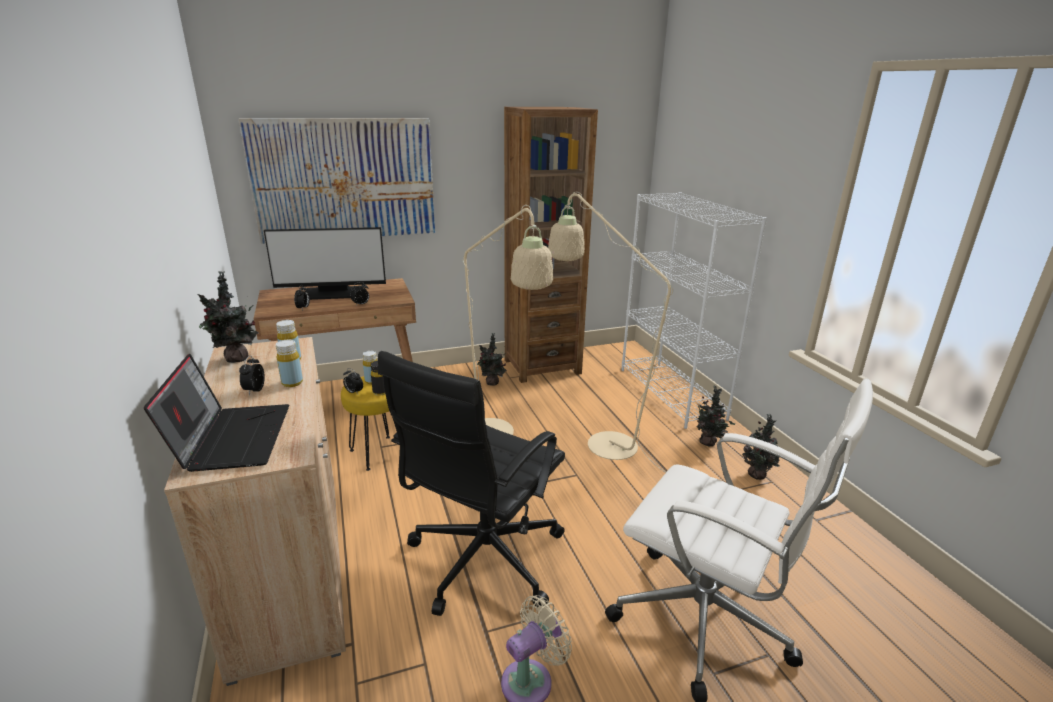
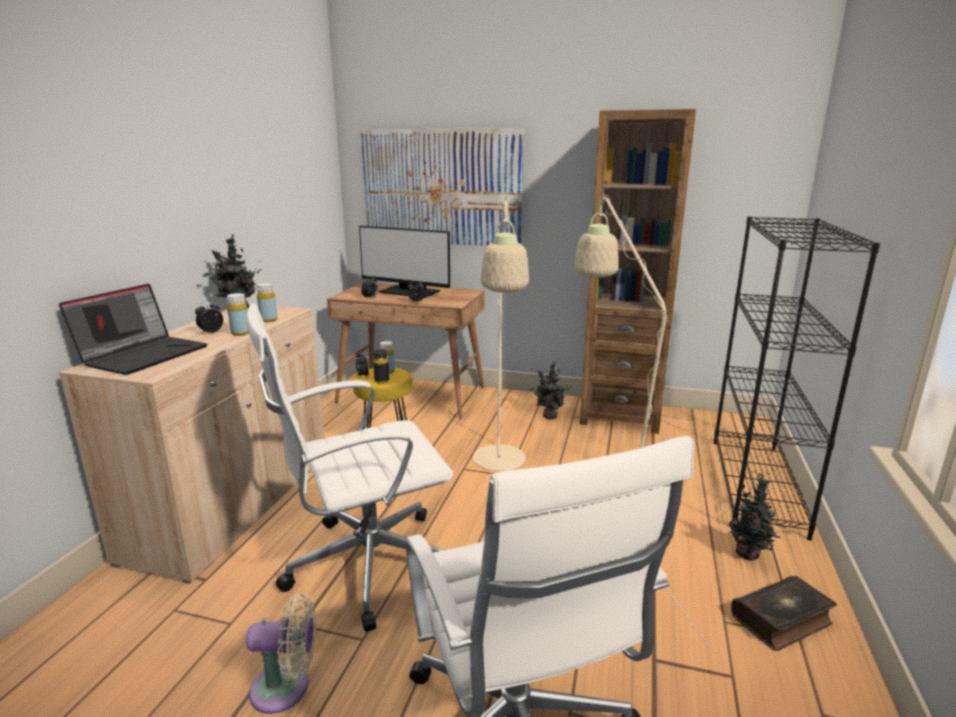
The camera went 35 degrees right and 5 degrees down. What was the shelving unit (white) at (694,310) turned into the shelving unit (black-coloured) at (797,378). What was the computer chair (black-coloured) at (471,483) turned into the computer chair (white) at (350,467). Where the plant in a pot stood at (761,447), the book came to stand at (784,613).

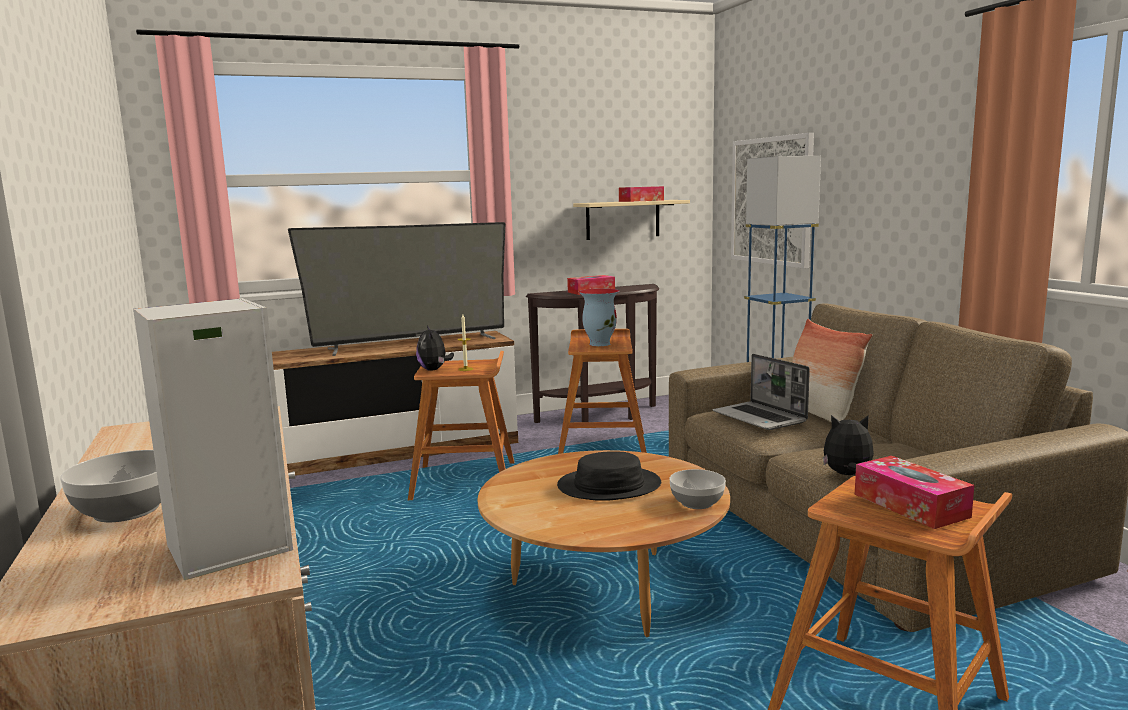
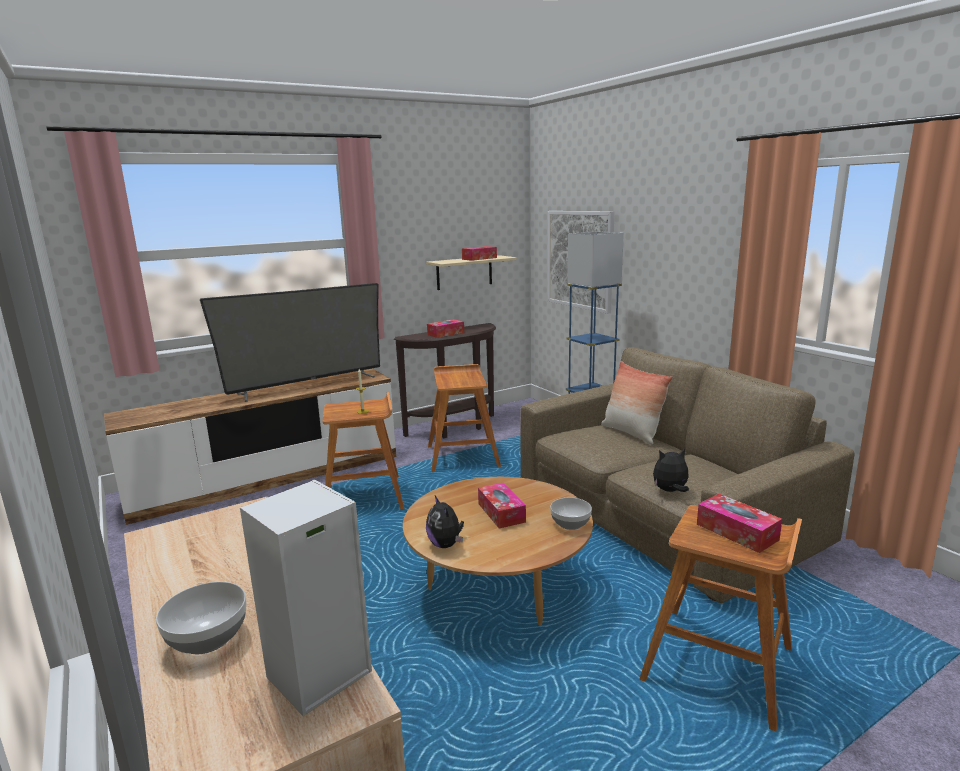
The camera went 10 degrees left and 5 degrees up. The second view lost the vase at (599,317). The soft toy ended up elsewhere, having gone from (435,348) to (445,522). The second view lost the portable computer at (761,392). Where the hat (black-coloured) stood at (609,476), the tissue holder came to stand at (502,506).

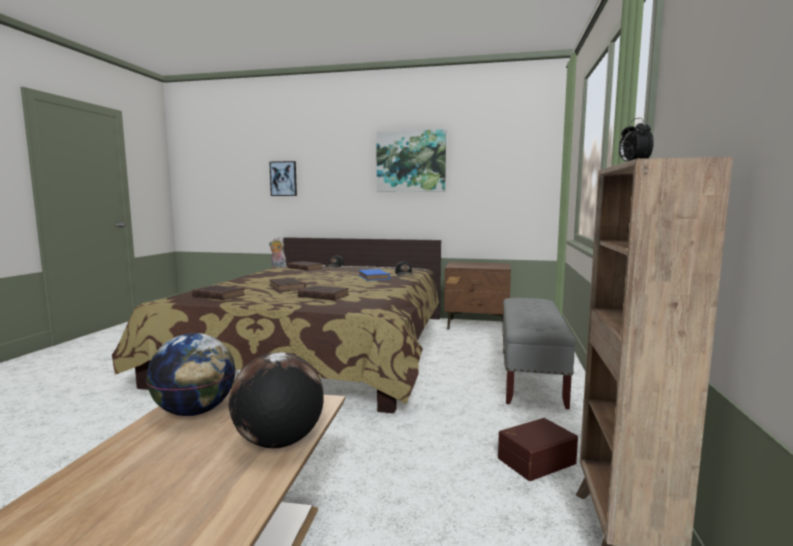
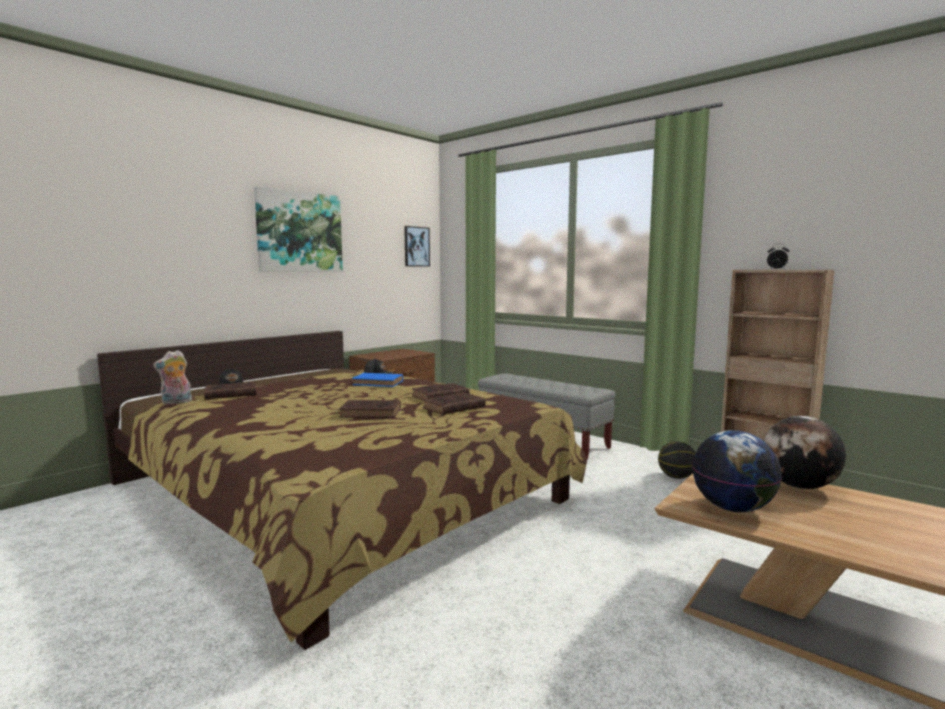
The camera went 60 degrees left and 0 degrees up. The wall art ended up elsewhere, having gone from (283,178) to (417,246). The book (brownish) ended up elsewhere, having gone from (218,292) to (441,391). Where the storage box (brownish) stood at (538,449), the ball for basketball came to stand at (677,460).

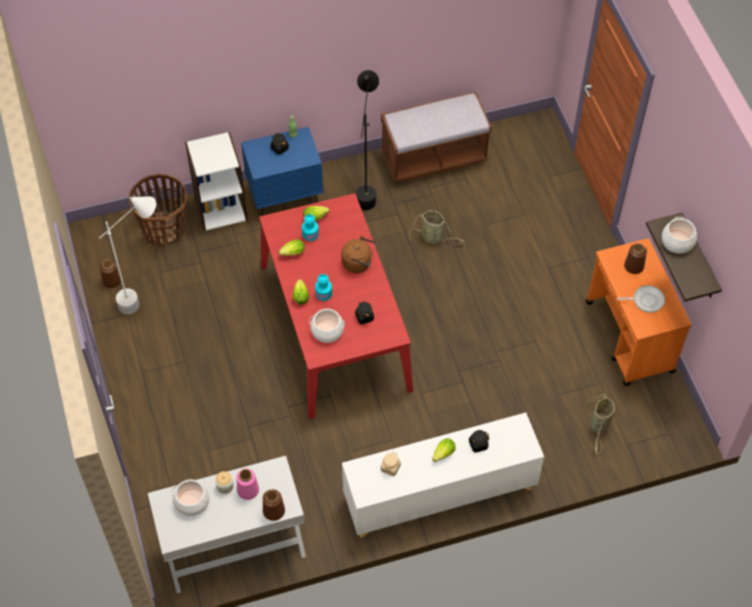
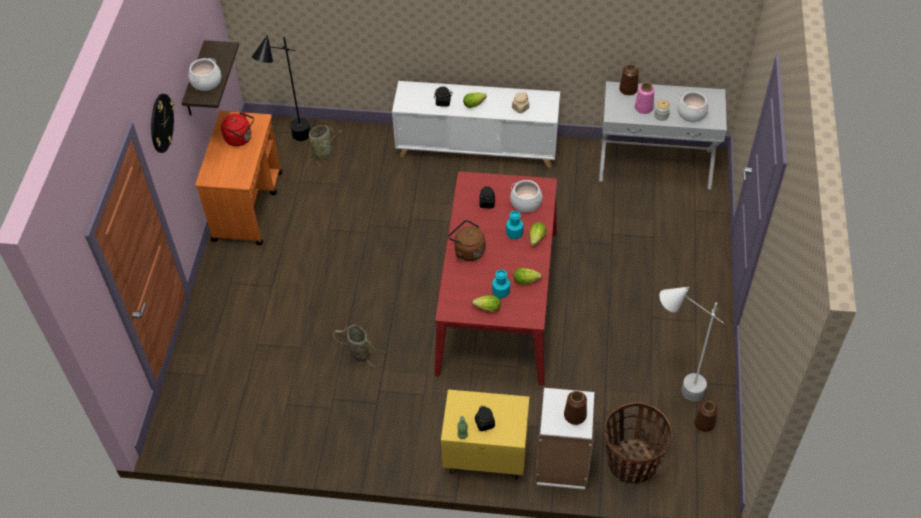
The camera went 155 degrees left and 5 degrees down. The floor lamp (black-coloured) ended up elsewhere, having gone from (367,140) to (281,88). The second view lost the bench (brownish) at (436,137). What was the bedside table (blue-coloured) at (282,171) turned into the bedside table (yellow-coloured) at (485,434). The vase (brownish) ended up elsewhere, having gone from (635,258) to (575,408). Where the skillet stood at (641,299), the water kettle (red-coloured) came to stand at (237,129). The second view gained the clock on the wall at (162,123).

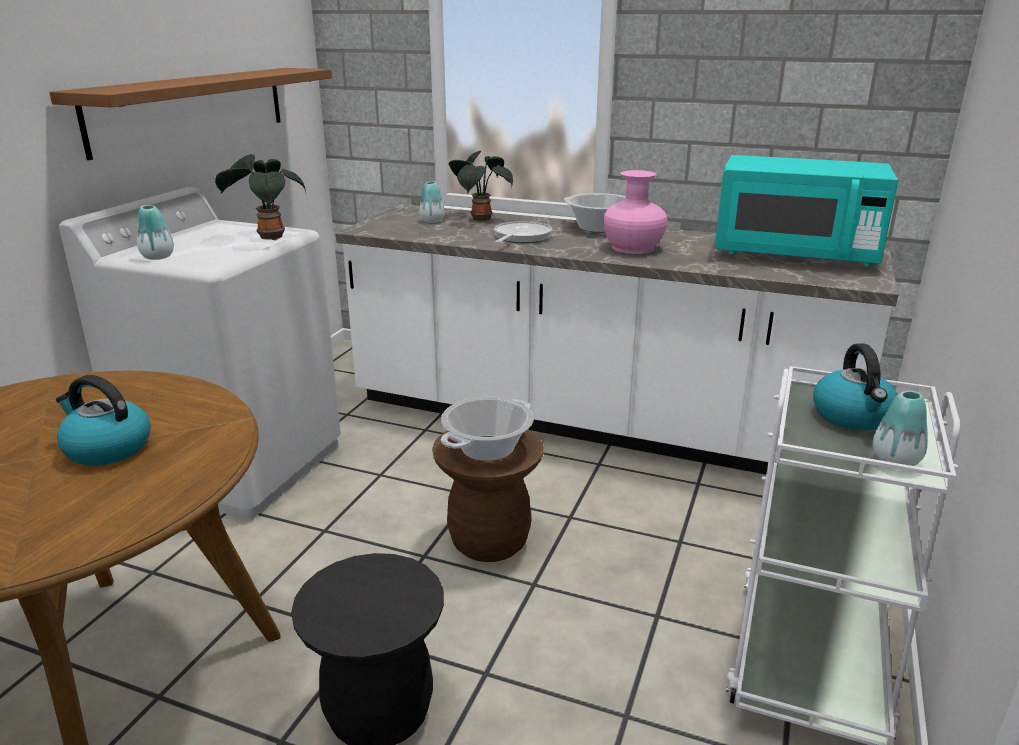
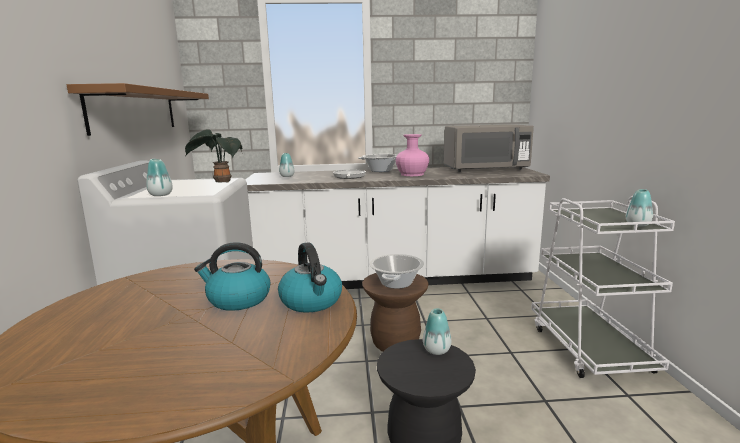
The camera went 25 degrees left and 10 degrees down. The second view lost the plant in a pot at (480,186). What was the microwave oven (blue-green) at (806,211) turned into the microwave oven (grey) at (489,148). The water kettle ended up elsewhere, having gone from (855,387) to (310,277). The second view gained the vase at (437,331).

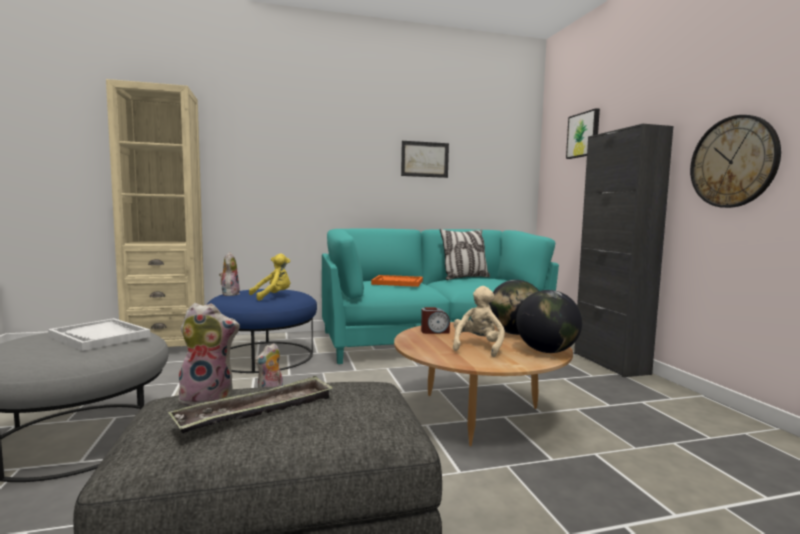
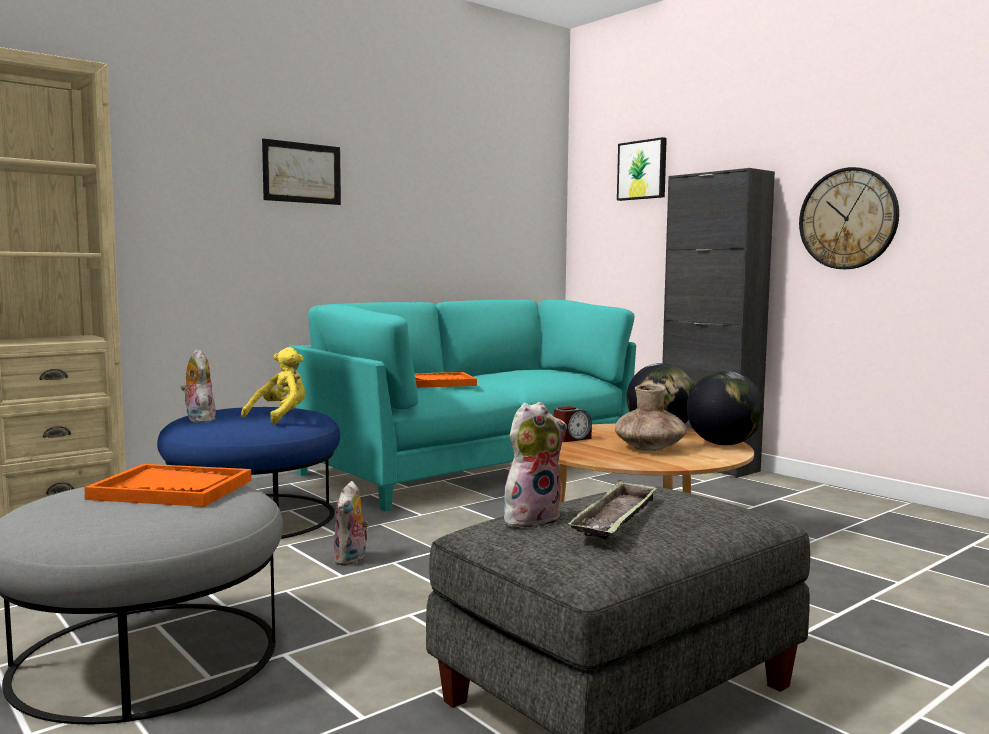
The camera went 25 degrees left and 0 degrees up. The wall art ended up elsewhere, having gone from (425,159) to (301,172). The second view lost the cushion at (465,254). Where the soft toy (beige) stood at (479,321), the vase (brownish) came to stand at (651,417). What was the serving tray (white) at (99,334) turned into the serving tray (orangey) at (168,485).

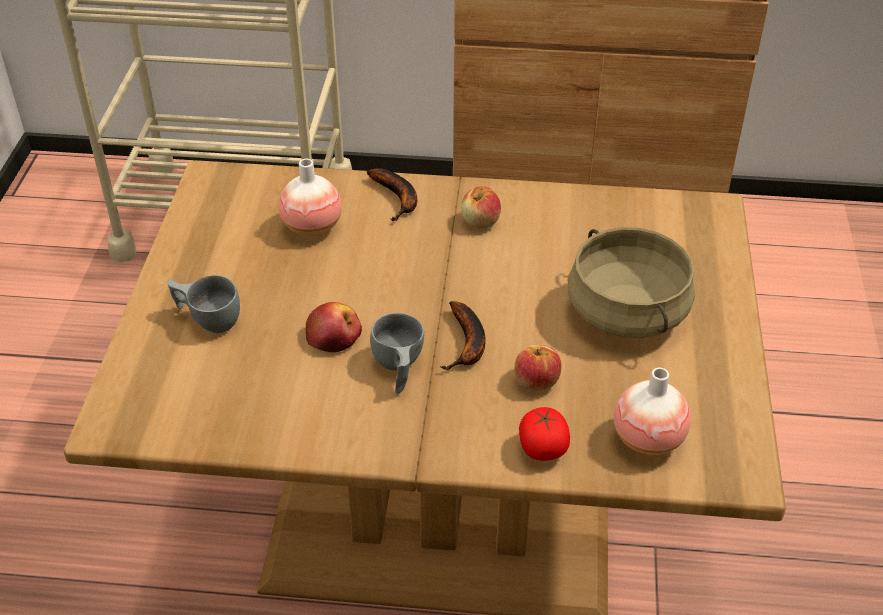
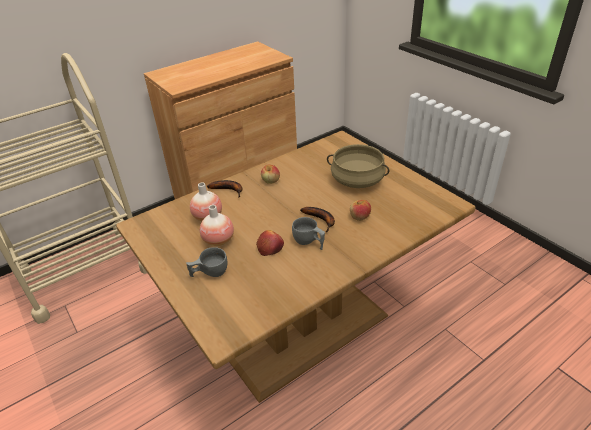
The camera went 40 degrees left and 5 degrees down. The vase ended up elsewhere, having gone from (652,411) to (217,225). The second view lost the whole tomato at (544,433).

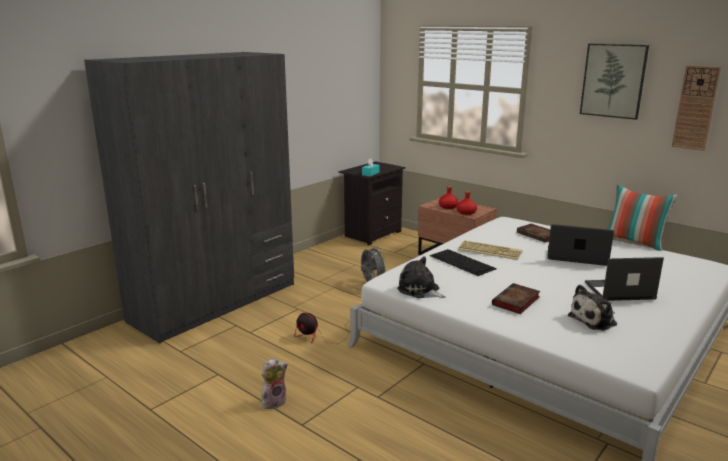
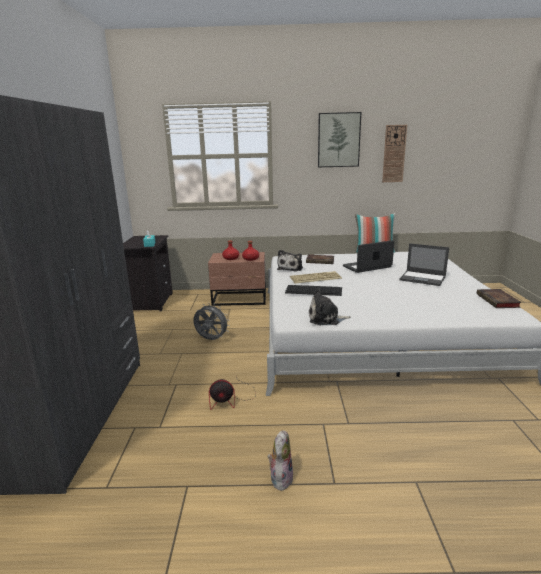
The camera went 40 degrees left and 0 degrees up. The portable computer at (624,279) ended up facing another way, 105 degrees counterclockwise from before. The book ended up elsewhere, having gone from (516,298) to (499,298). The soft toy ended up elsewhere, having gone from (592,307) to (290,261).

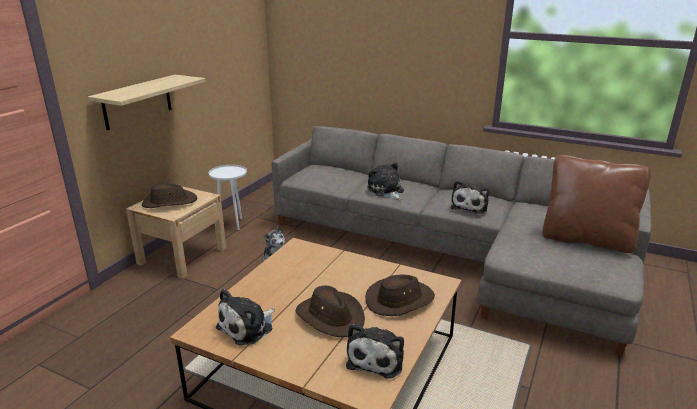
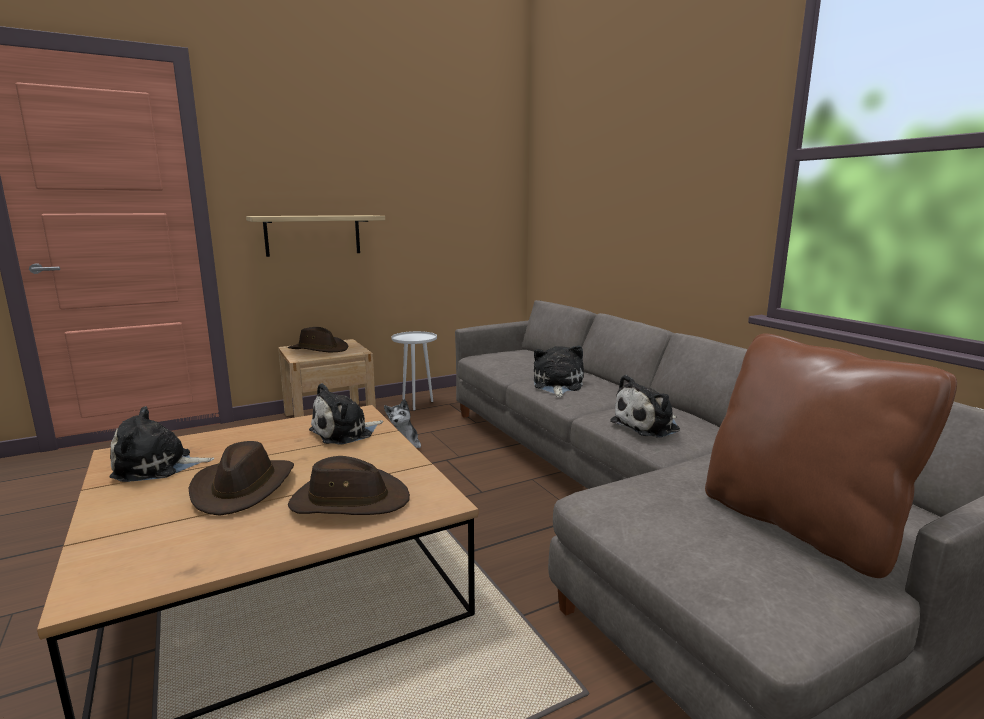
The camera went 35 degrees right and 10 degrees down. The soft toy ended up elsewhere, having gone from (375,351) to (346,414).

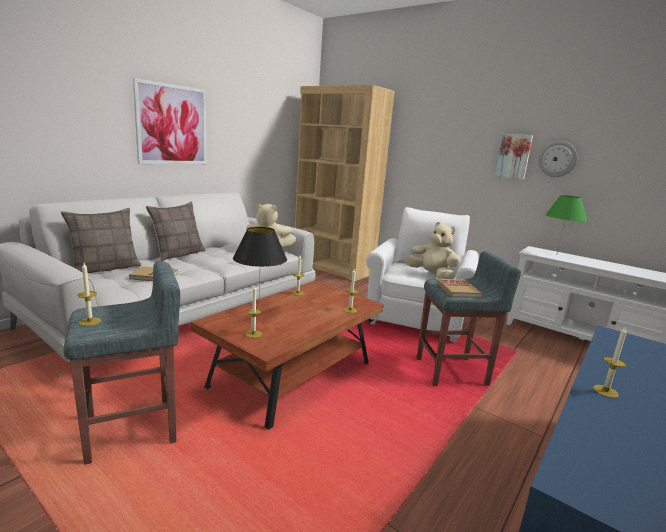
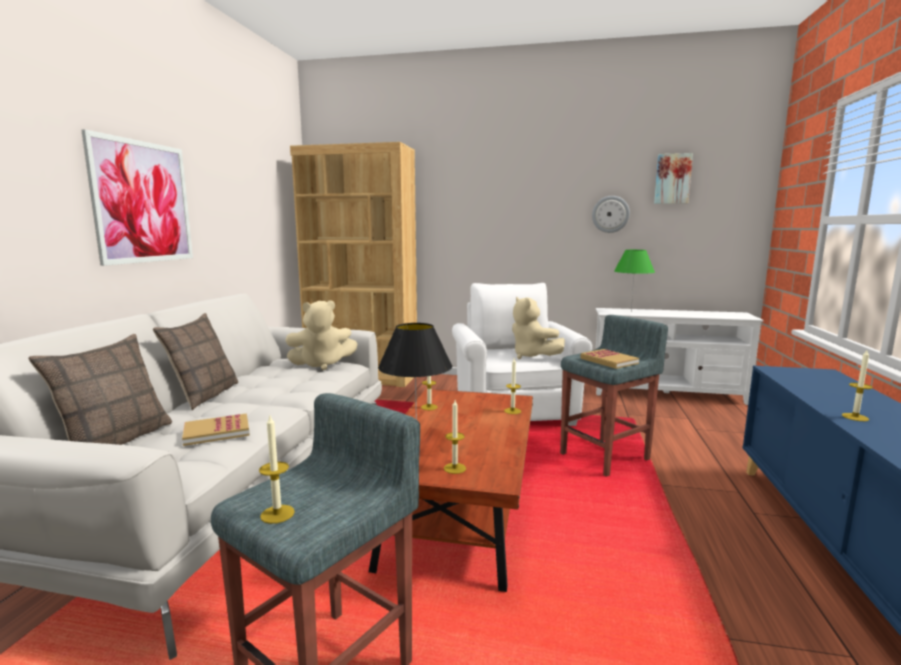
The camera went 25 degrees left and 5 degrees down. The wall art ended up elsewhere, having gone from (514,156) to (673,178). The soft toy (beige) at (432,250) ended up facing another way, 135 degrees counterclockwise from before.

